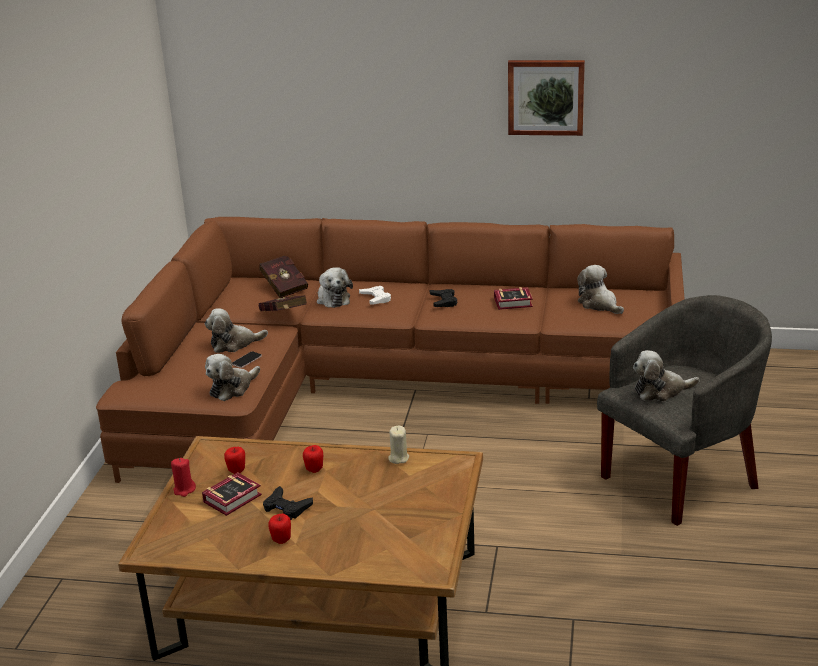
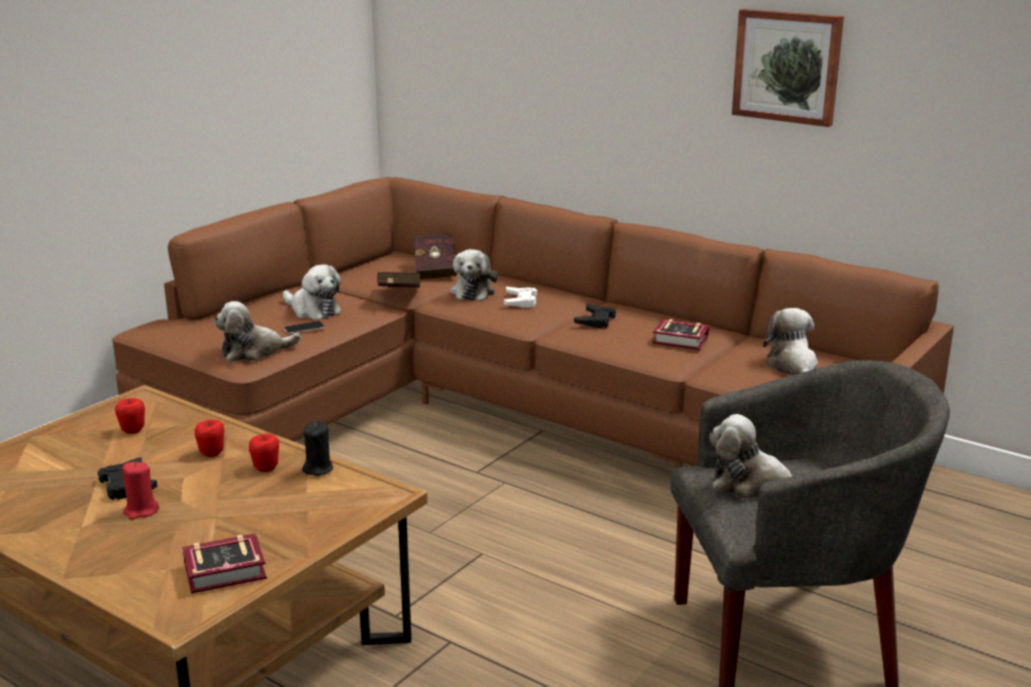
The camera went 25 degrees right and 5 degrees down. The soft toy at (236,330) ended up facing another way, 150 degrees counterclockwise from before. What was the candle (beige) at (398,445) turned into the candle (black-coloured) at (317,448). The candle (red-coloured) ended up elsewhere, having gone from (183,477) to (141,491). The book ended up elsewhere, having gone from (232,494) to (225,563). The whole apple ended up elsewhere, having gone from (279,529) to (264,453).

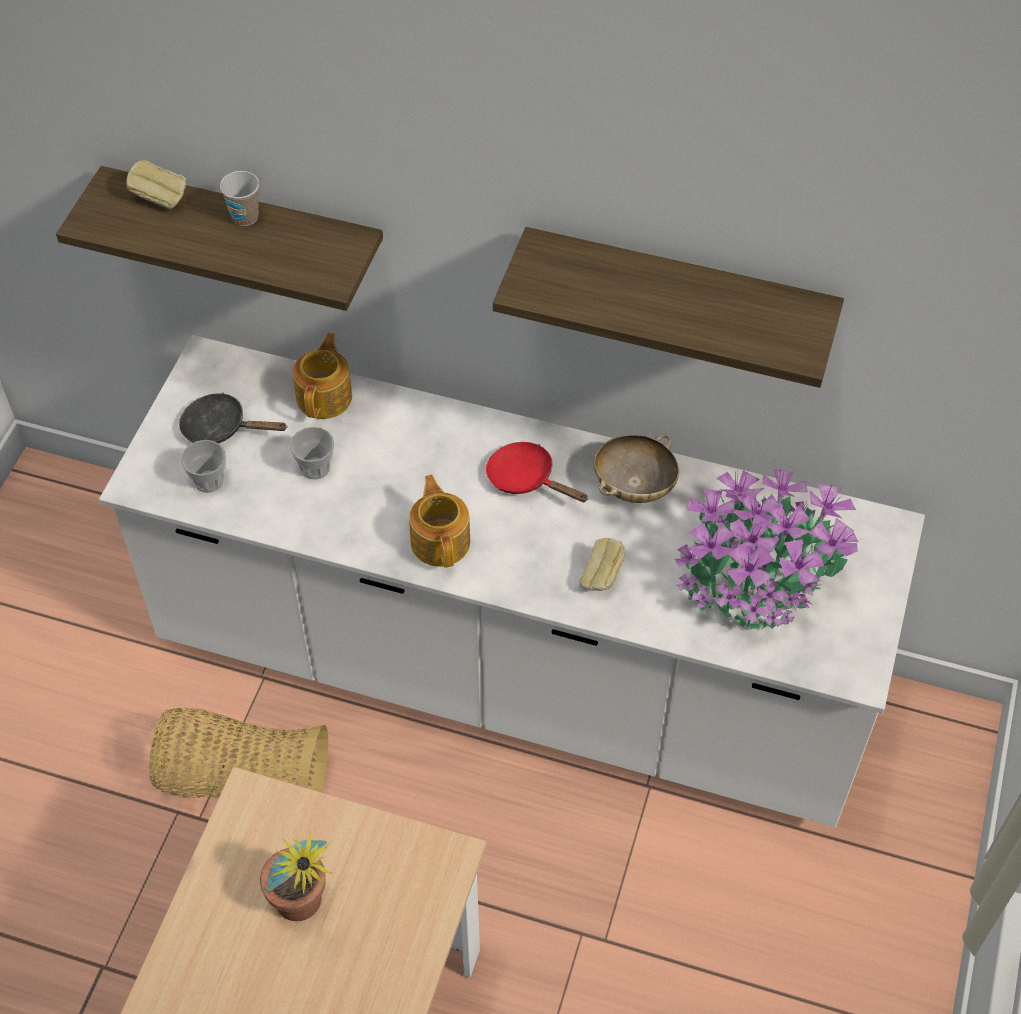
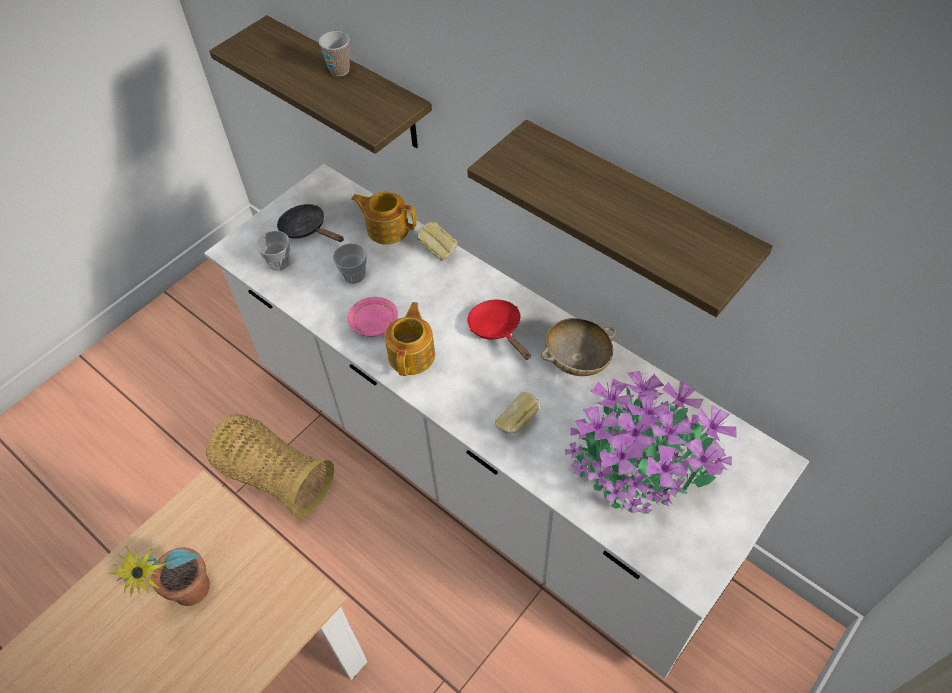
The camera went 25 degrees right and 0 degrees up. The bread ended up elsewhere, having gone from (156,184) to (437,241). The teapot at (322,376) ended up facing another way, 105 degrees counterclockwise from before. The second view gained the plate (pink-coloured) at (372,317).

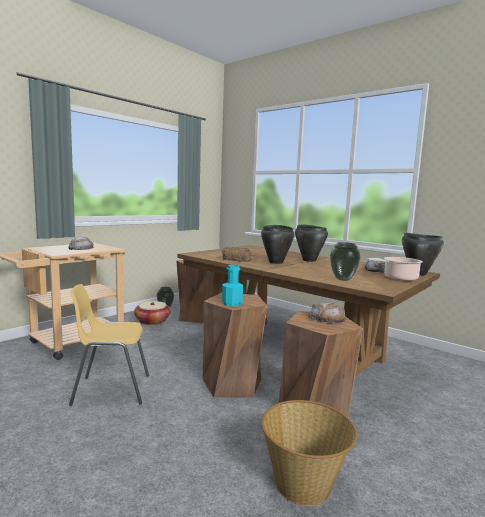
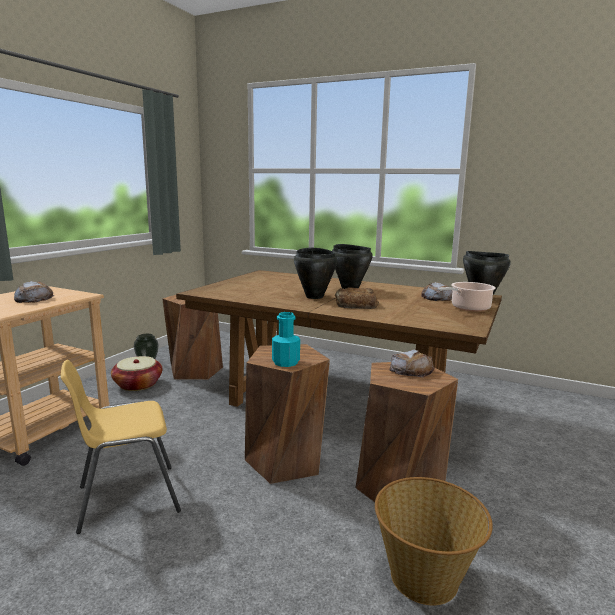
The camera went 15 degrees left and 5 degrees up. The second view lost the vase at (345,261). The bread ended up elsewhere, having gone from (237,254) to (357,298).

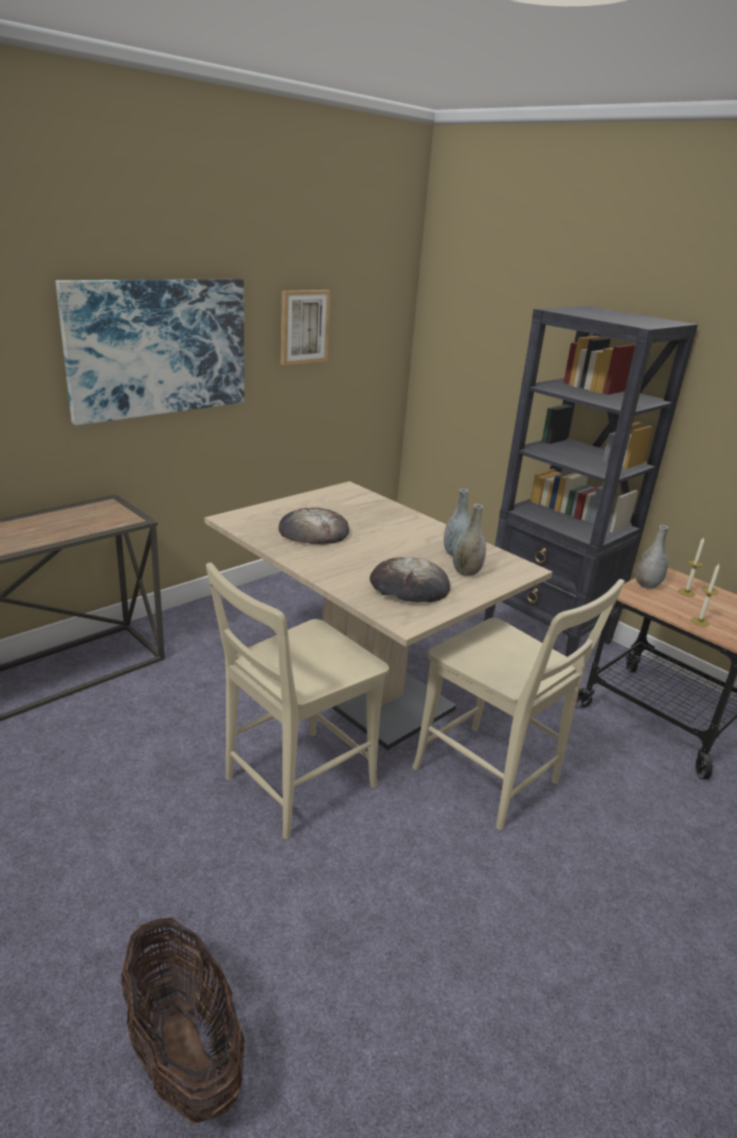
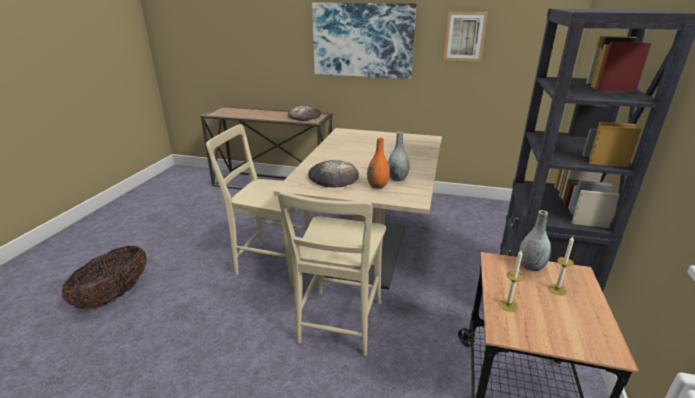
The camera went 60 degrees right and 0 degrees up. What was the vase (grey) at (469,540) turned into the vase (orangey) at (378,163). The bread ended up elsewhere, having gone from (314,526) to (304,113).

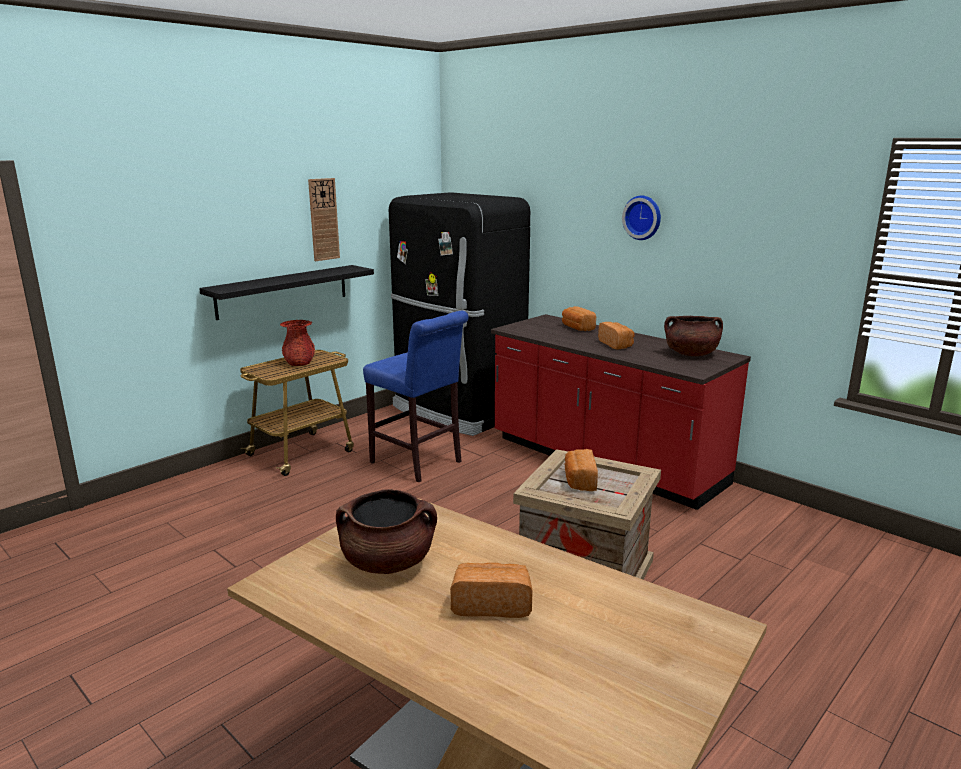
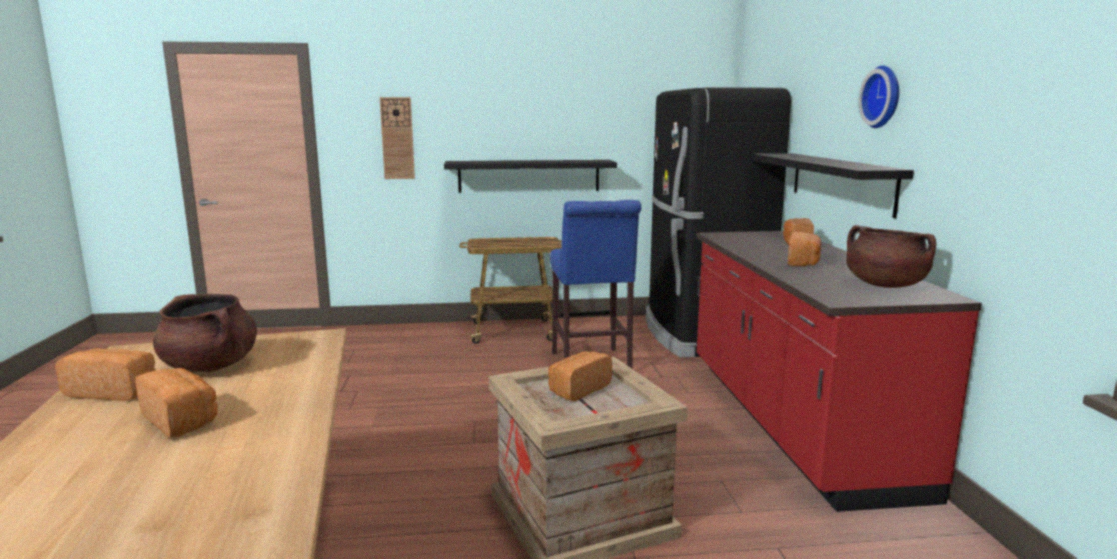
The camera went 40 degrees right and 5 degrees down. The clock on the wall ended up elsewhere, having gone from (324,219) to (397,138). The second view lost the vase (red-coloured) at (297,343). The second view gained the shelf (black-coloured) at (832,185). The second view gained the bread at (105,374).

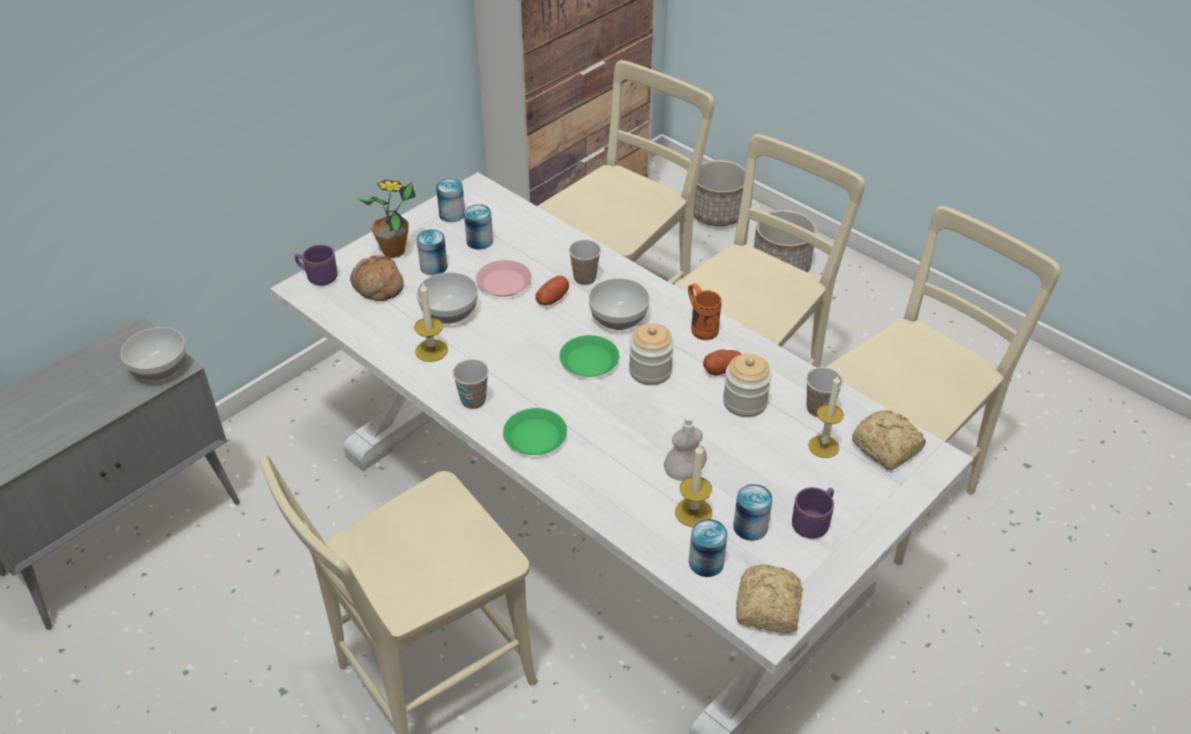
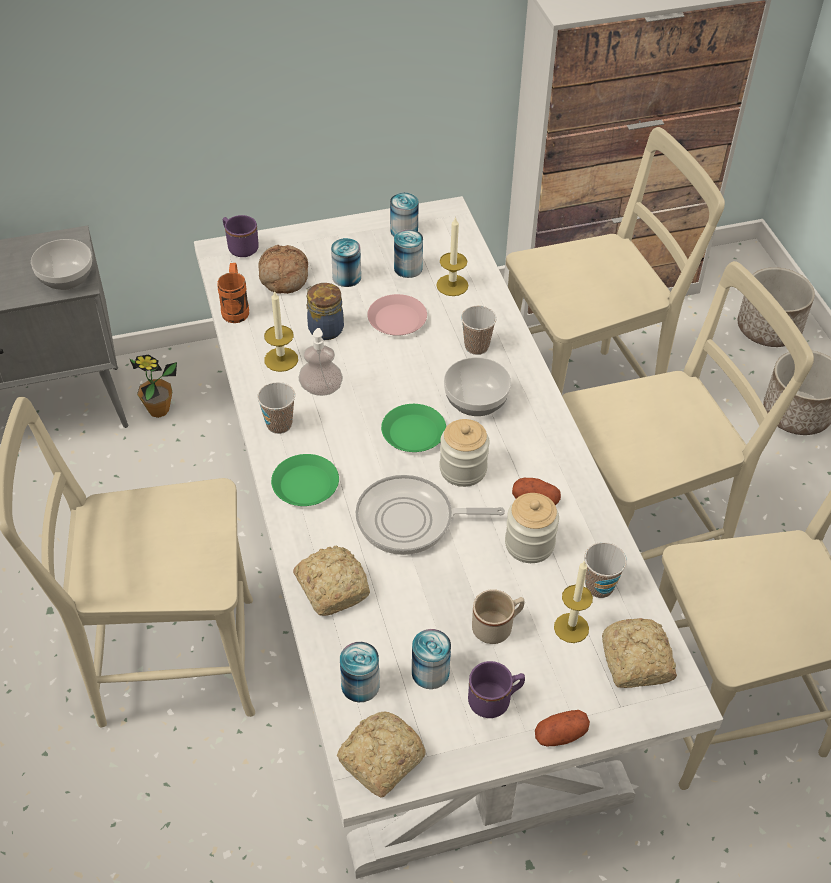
The camera went 30 degrees right and 5 degrees up. The plant in a pot ended up elsewhere, having gone from (386,219) to (153,386). Where the serving bowl stood at (447,298), the storage jar came to stand at (325,311). The spud ended up elsewhere, having gone from (552,291) to (562,728). The coffee mug (orangey) ended up elsewhere, having gone from (704,311) to (233,293). The soap dispenser ended up elsewhere, having gone from (685,446) to (321,362). The candle ended up elsewhere, having gone from (693,486) to (452,256). The second view gained the skillet at (430,515). The second view gained the bread at (331,581). The second view gained the coffee mug (beige) at (498,616).

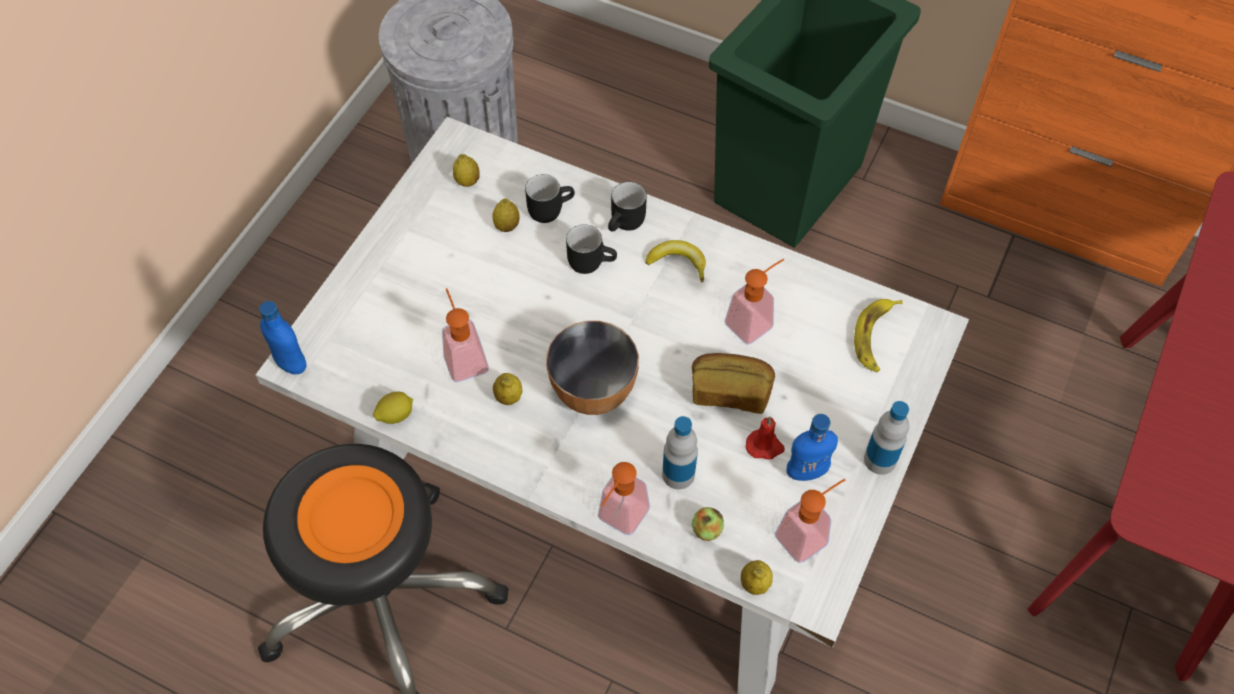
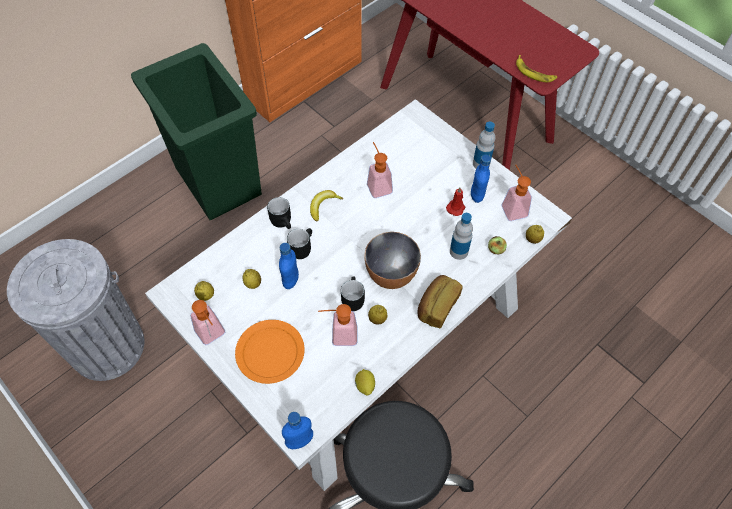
The camera went 70 degrees left and 0 degrees up. The coffee mug (black-coloured) ended up elsewhere, having gone from (550,198) to (353,293). The whole banana ended up elsewhere, having gone from (878,335) to (536,68). The bread ended up elsewhere, having gone from (733,383) to (440,301). The soap dispenser ended up elsewhere, having gone from (624,498) to (207,322). The plate (orangey) ended up elsewhere, having gone from (350,514) to (270,352). The second view gained the drink bottle (blue-coloured) at (289,266).

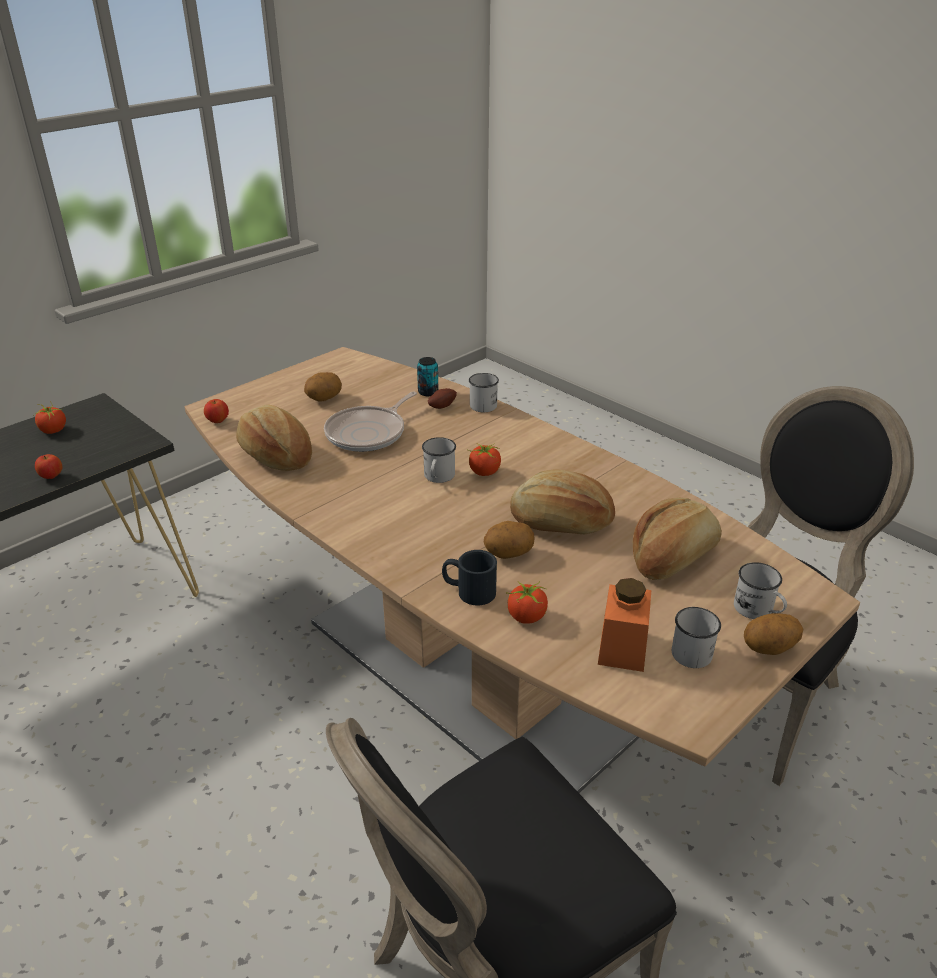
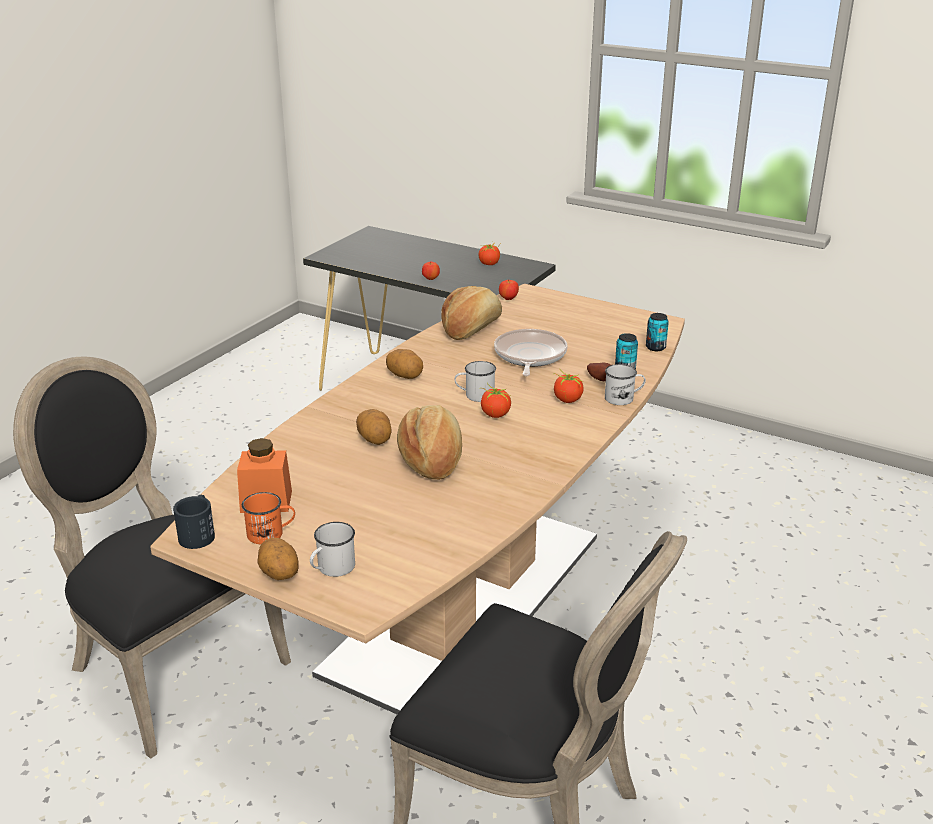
The camera went 75 degrees right and 5 degrees down. The spud ended up elsewhere, having gone from (323,386) to (404,364). The skillet at (370,422) ended up facing another way, 75 degrees clockwise from before. The second view lost the bread at (677,539). The coffee mug (black-coloured) ended up elsewhere, having gone from (469,578) to (194,522). The whole tomato ended up elsewhere, having gone from (527,602) to (569,387). What was the coffee mug (white) at (696,637) turned into the coffee mug (orangey) at (268,518). The second view gained the metal can at (657,332).

